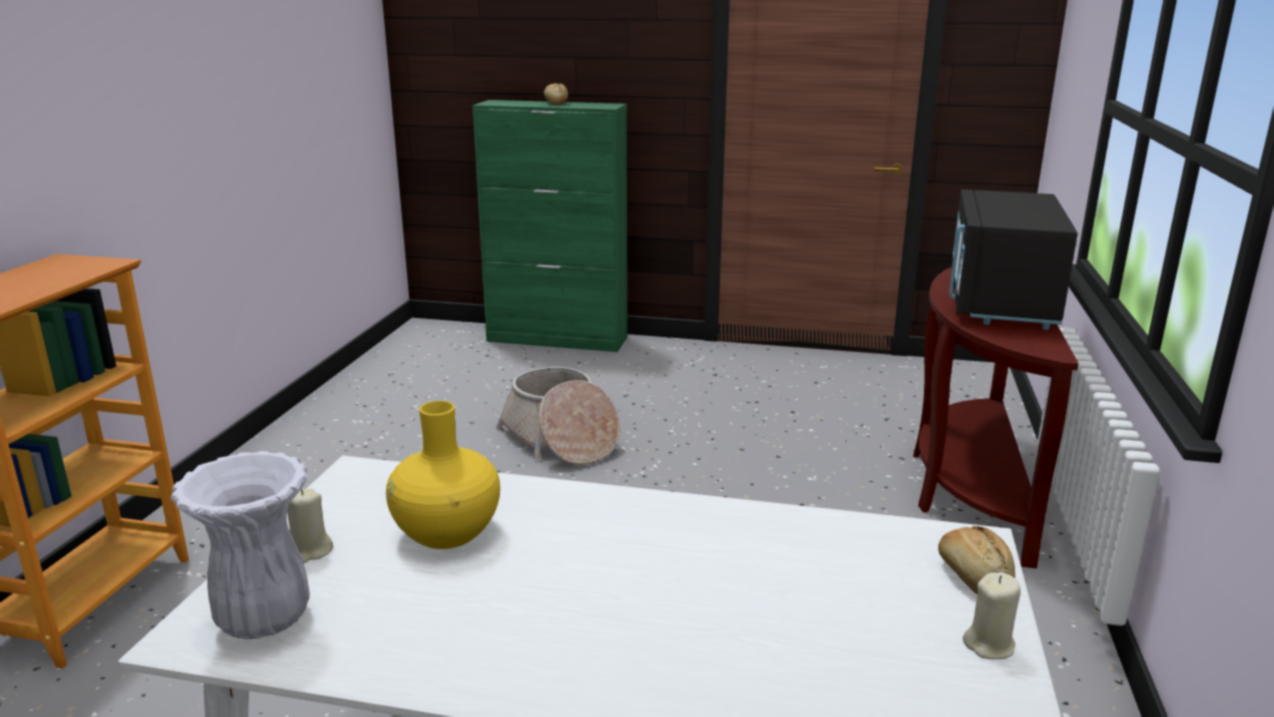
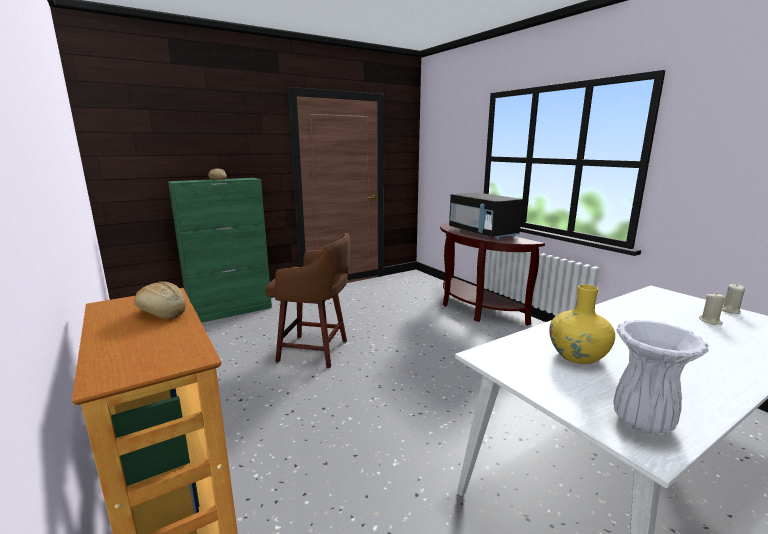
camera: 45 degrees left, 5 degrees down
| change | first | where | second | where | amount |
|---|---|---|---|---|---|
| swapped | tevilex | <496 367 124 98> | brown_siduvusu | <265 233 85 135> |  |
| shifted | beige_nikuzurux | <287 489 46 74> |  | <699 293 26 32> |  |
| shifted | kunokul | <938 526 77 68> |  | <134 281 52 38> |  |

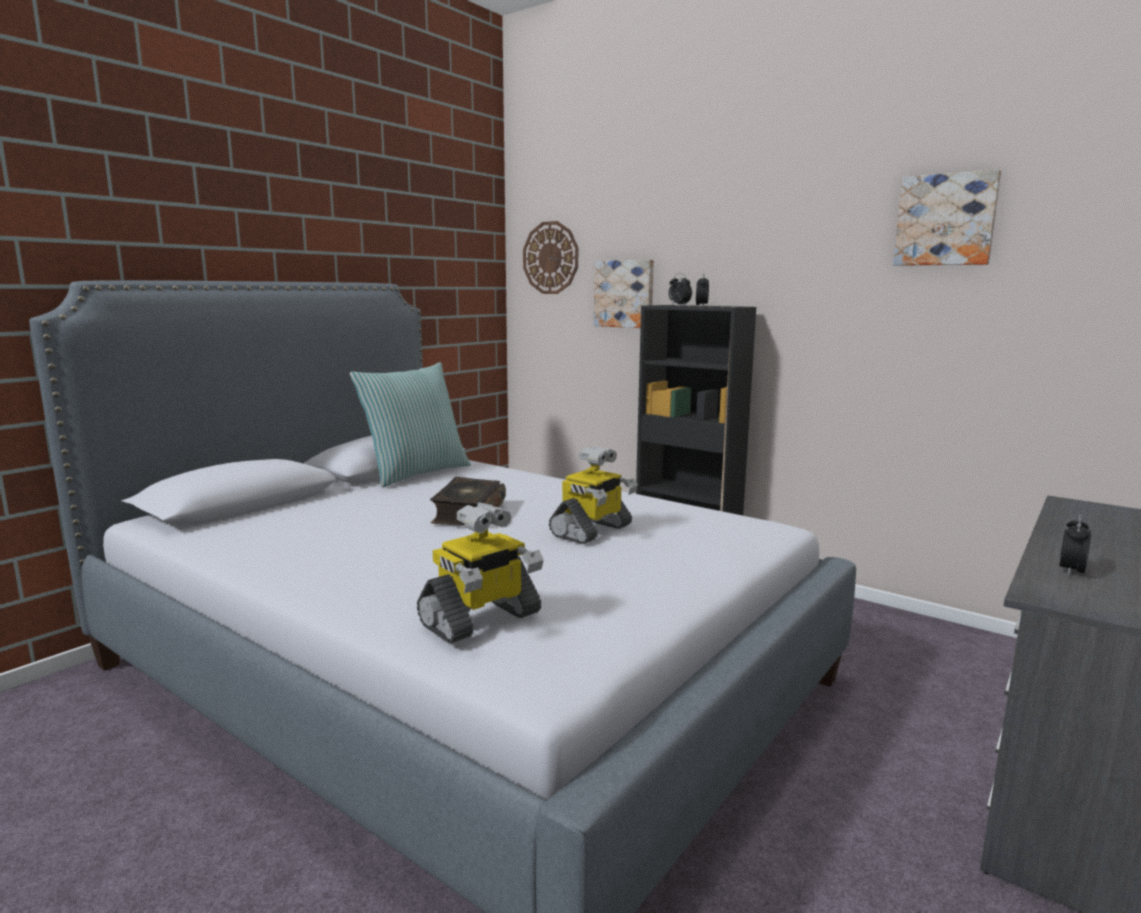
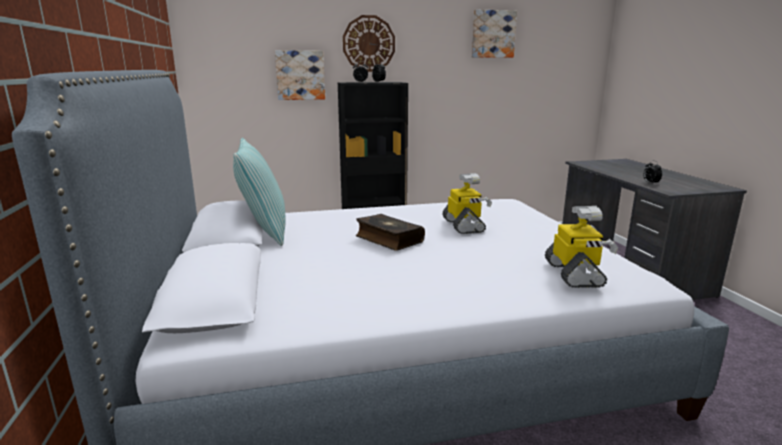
camera: 50 degrees left, 5 degrees up
| change | first | where | second | where | amount |
|---|---|---|---|---|---|
| shifted | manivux | <523 221 55 73> |  | <343 15 52 57> |  |

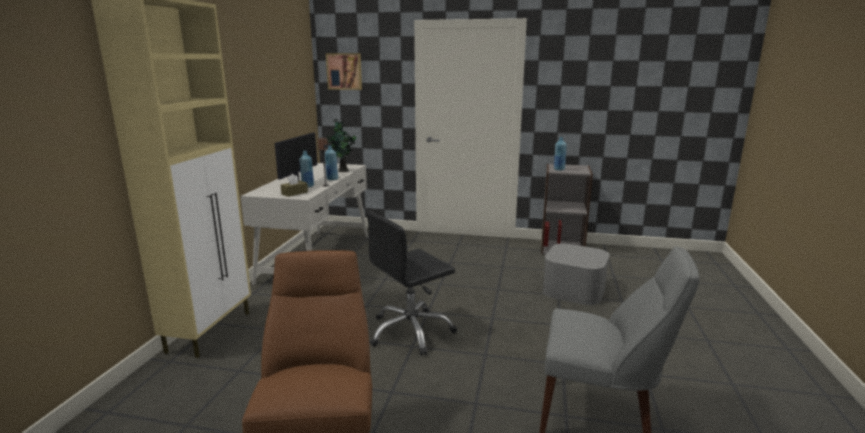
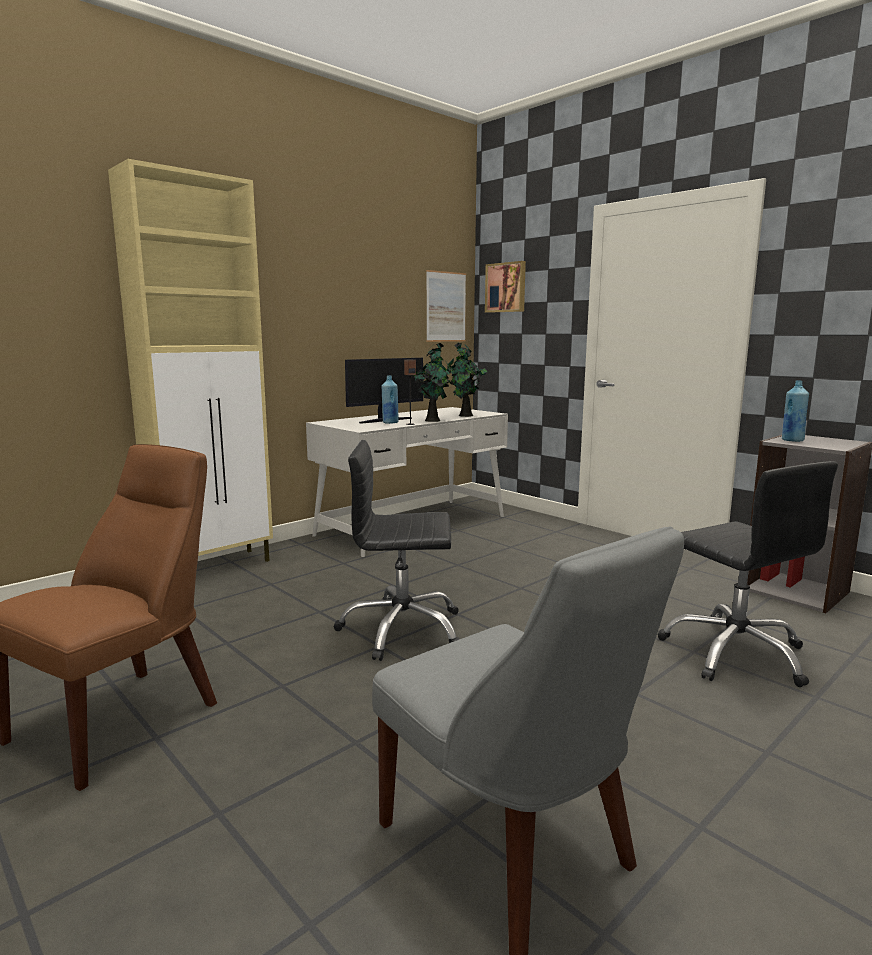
camera: 35 degrees right, 5 degrees down
| change | first | where | second | where | amount |
|---|---|---|---|---|---|
| swapped | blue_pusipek | <325 145 13 35> | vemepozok | <413 343 41 79> |  |
| gone | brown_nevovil | <281 174 27 23> |  |  |  |
| swapped | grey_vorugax | <543 243 67 62> | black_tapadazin | <658 461 180 226> |  |
| new |  |  | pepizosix | <426 270 40 72> |  |

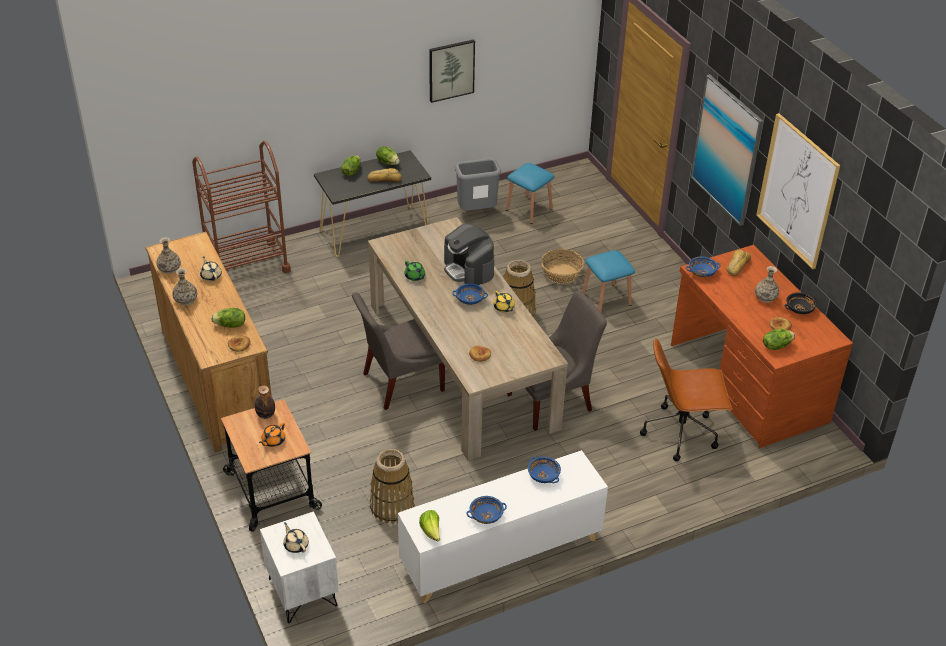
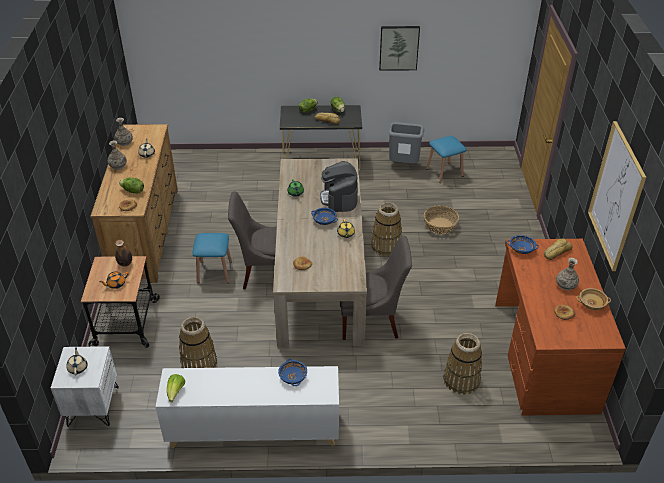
camera: 25 degrees right, 0 degrees up
| change | first | where | second | where | amount |
|---|---|---|---|---|---|
| gone | pepizosix | <691 74 72 152> |  |  |  |
| gone | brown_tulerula | <192 141 99 132> |  |  |  |
| shifted | blue_siduvusu | <582 250 53 62> |  | <192 233 40 50> |  |
| repainted | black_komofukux | <785 292 33 22> | beige_komofukux | <576 288 35 22> |  |
| gone | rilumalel | <763 329 32 21> |  |  |  |
| swapped | brown_tapadazin | <640 338 92 123> | tevilex | <443 333 39 62> |  |
| gone | blue_komofukux | <467 496 40 28> |  |  |  |

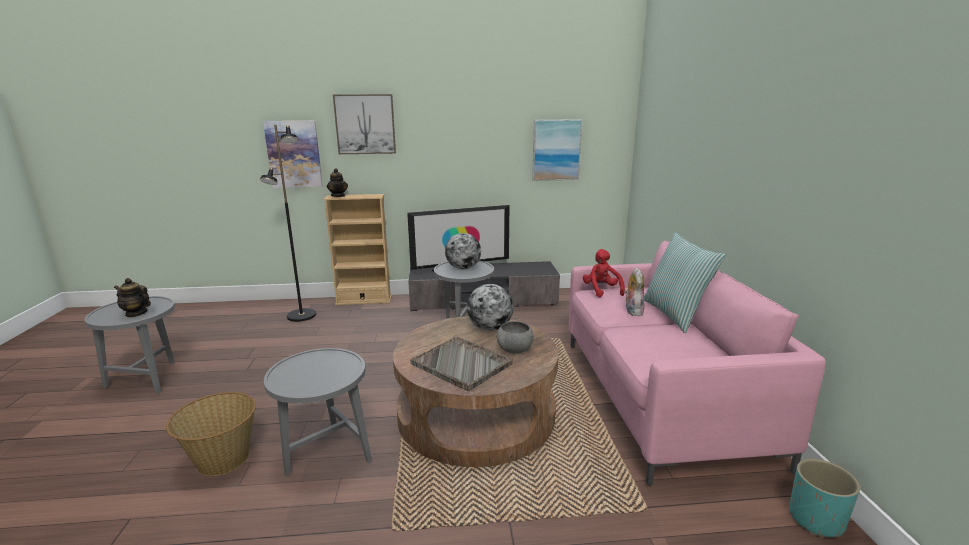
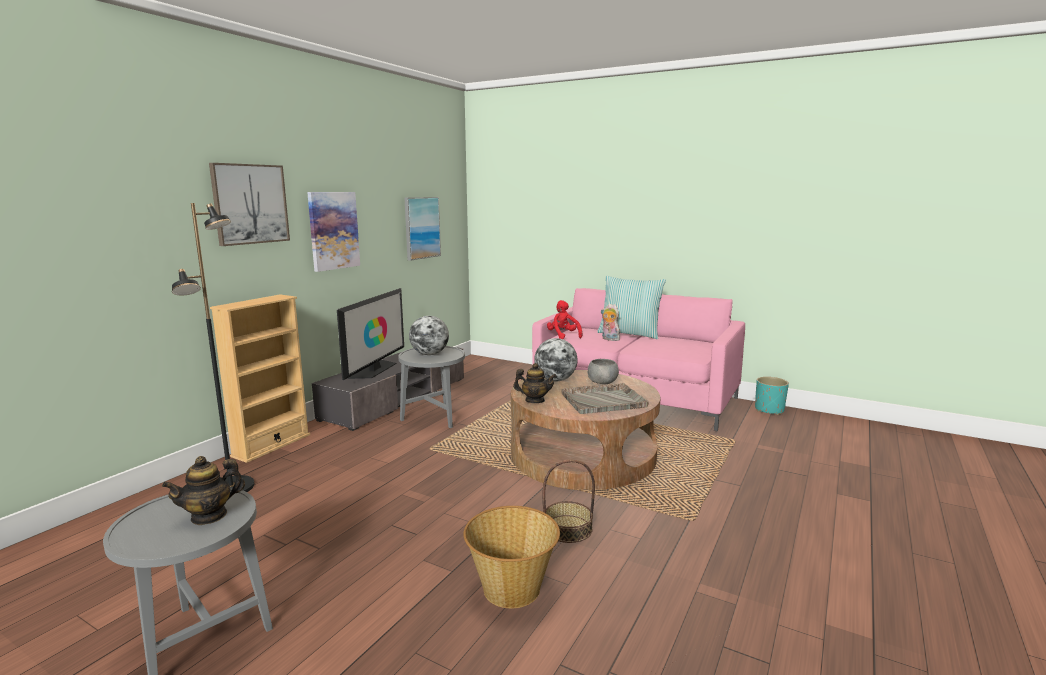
camera: 55 degrees left, 5 degrees down
| change | first | where | second | where | amount |
|---|---|---|---|---|---|
| shifted | pepizosix | <263 121 60 67> |  | <307 192 53 80> |  |
| shifted | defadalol | <327 168 21 29> |  | <513 363 44 40> |  |
| rotated | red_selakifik | <583 249 42 48> |  | <547 300 36 39> | 45 degrees clockwise |
| swapped | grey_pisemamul | <264 348 108 128> | tevilex | <542 460 53 83> |  |

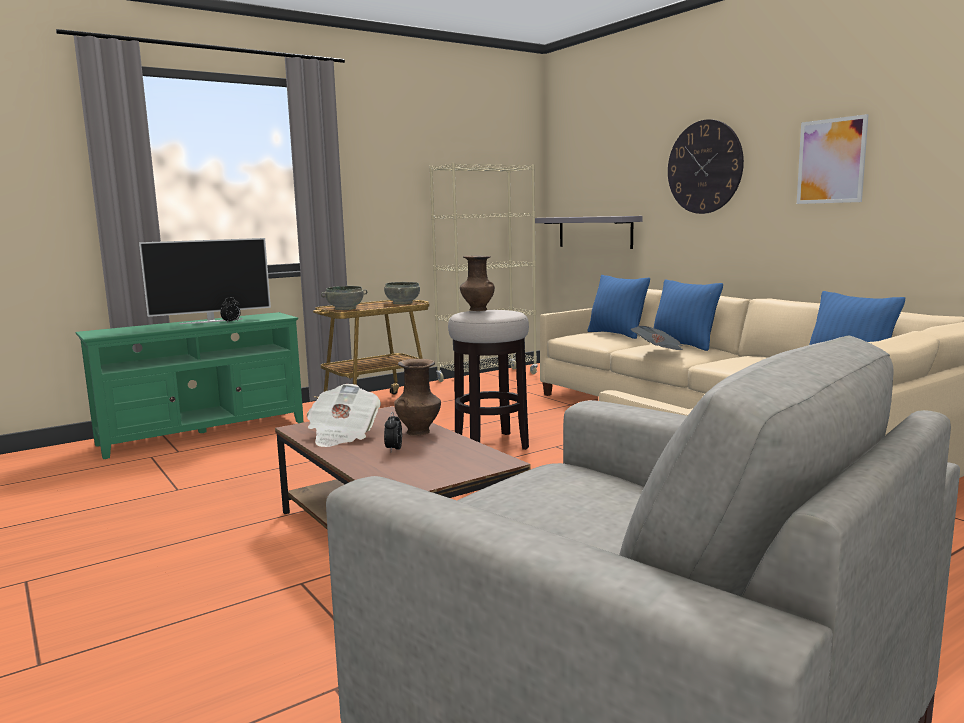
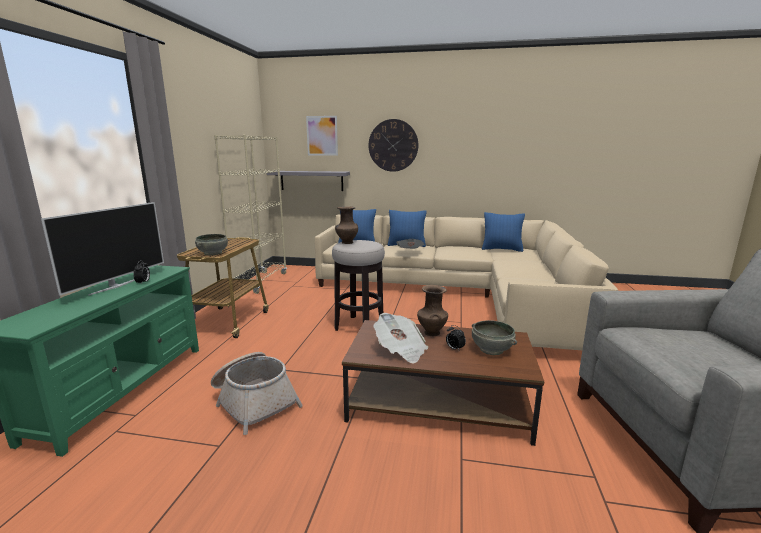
camera: 45 degrees left, 5 degrees up
| change | first | where | second | where | amount |
|---|---|---|---|---|---|
| shifted | pepizosix | <797 114 72 90> |  | <306 116 32 39> |  |
| shifted | grey_komofukux | <384 282 36 23> |  | <472 320 45 35> |  |
| new |  |  | tevilex | <211 352 92 83> |  |

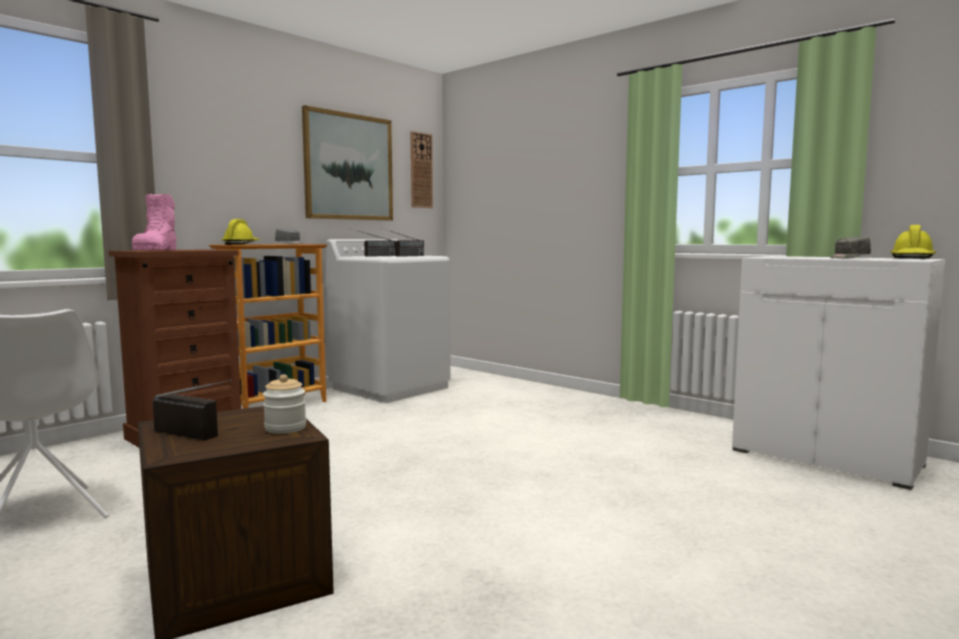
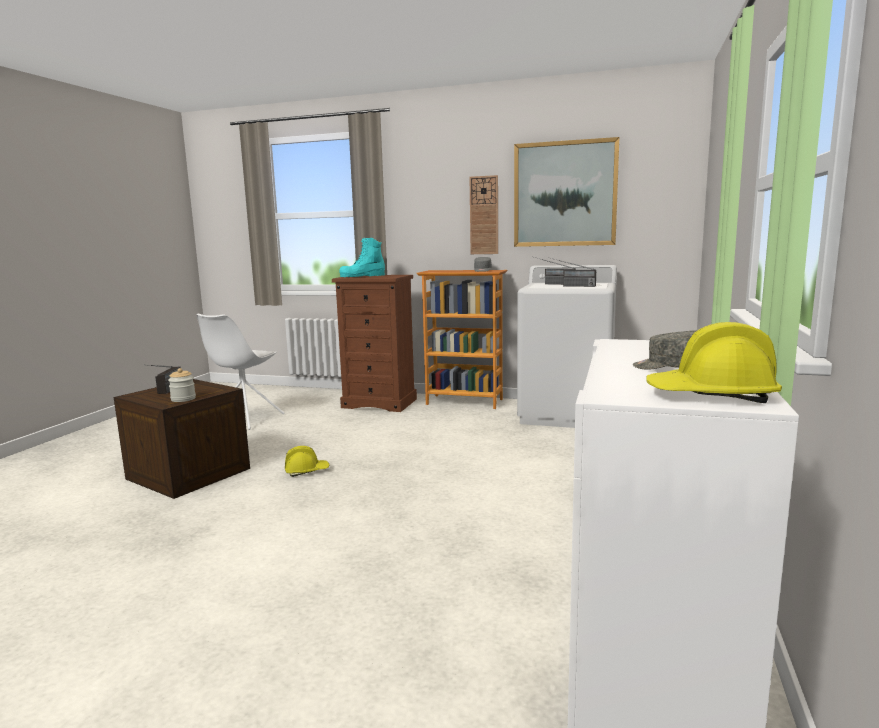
camera: 65 degrees right, 5 degrees up
| change | first | where | second | where | amount |
|---|---|---|---|---|---|
| shifted | manivux | <411 131 22 77> |  | <470 175 28 79> |  |
| repainted | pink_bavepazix | <132 194 45 56> | turquoise_bavepazix | <339 238 46 39> |  |
| shifted | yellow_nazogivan | <221 219 39 26> |  | <285 446 45 31> |  |

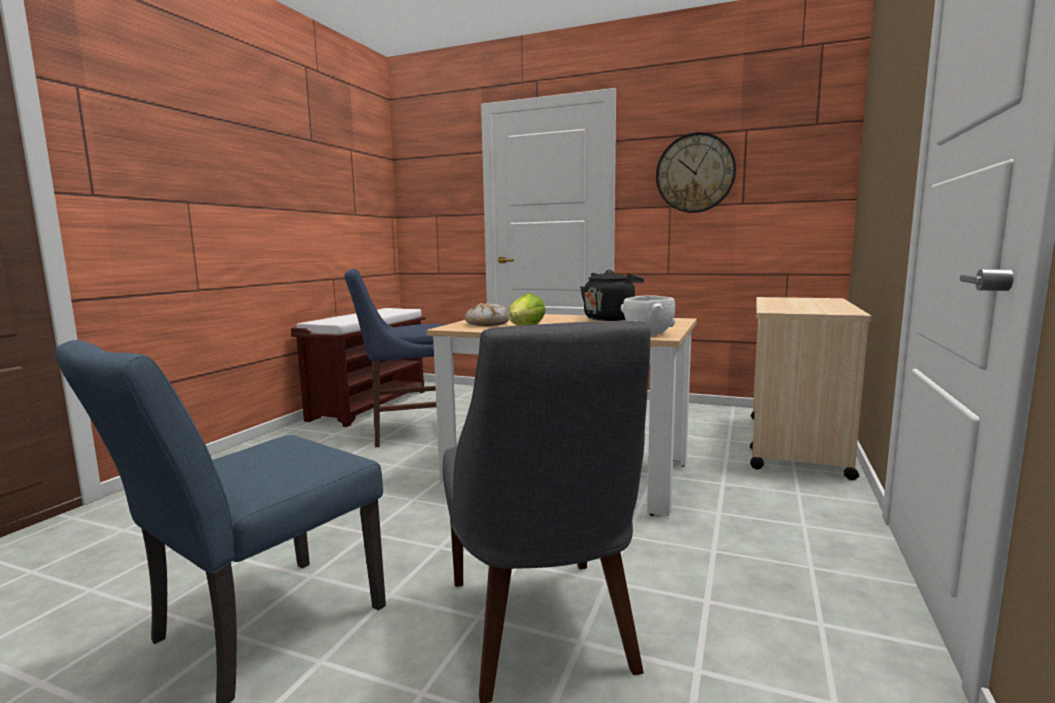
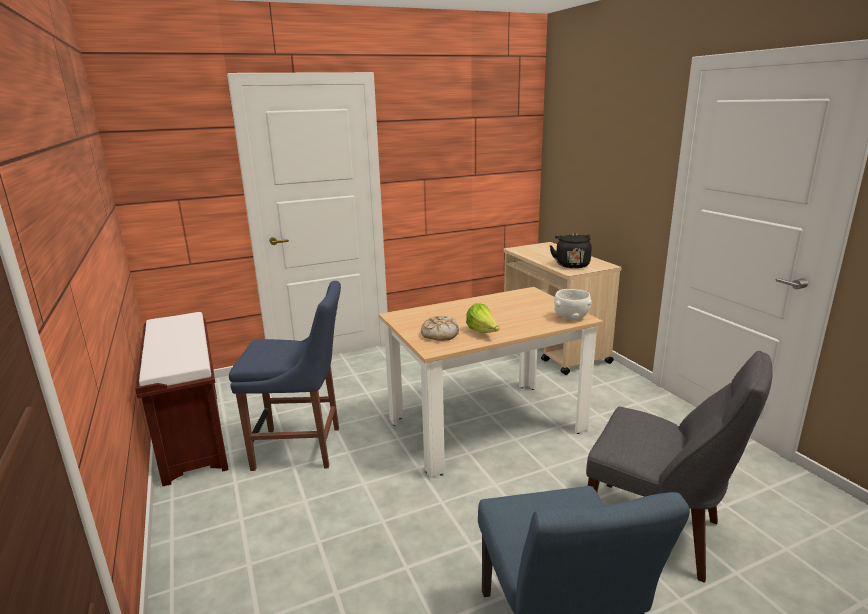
camera: 45 degrees left, 10 degrees up
| change | first | where | second | where | amount |
|---|---|---|---|---|---|
| gone | manivux | <656 132 80 81> |  |  |  |
| rotated | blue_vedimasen | <344 269 110 178> |  | <229 281 112 190> | 120 degrees counterclockwise |
| shifted | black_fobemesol | <580 270 64 51> |  | <550 233 42 36> |  |

